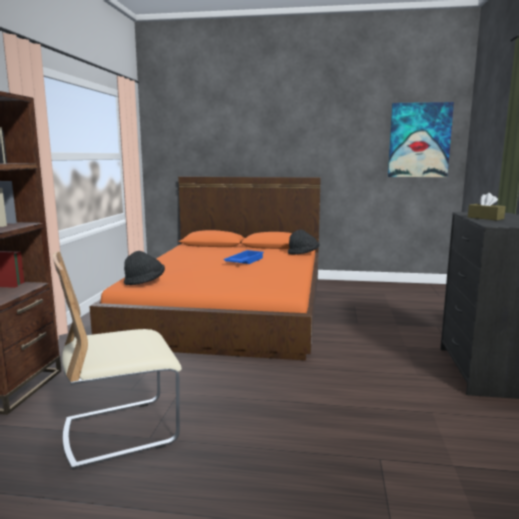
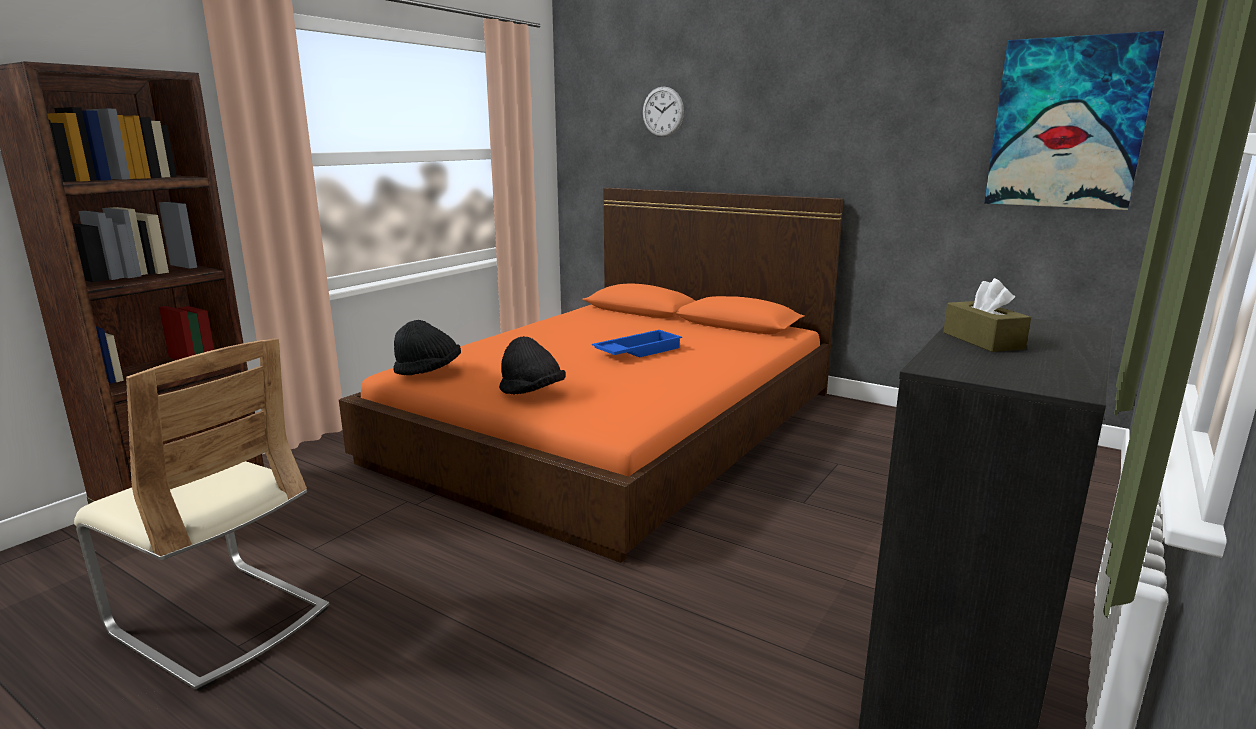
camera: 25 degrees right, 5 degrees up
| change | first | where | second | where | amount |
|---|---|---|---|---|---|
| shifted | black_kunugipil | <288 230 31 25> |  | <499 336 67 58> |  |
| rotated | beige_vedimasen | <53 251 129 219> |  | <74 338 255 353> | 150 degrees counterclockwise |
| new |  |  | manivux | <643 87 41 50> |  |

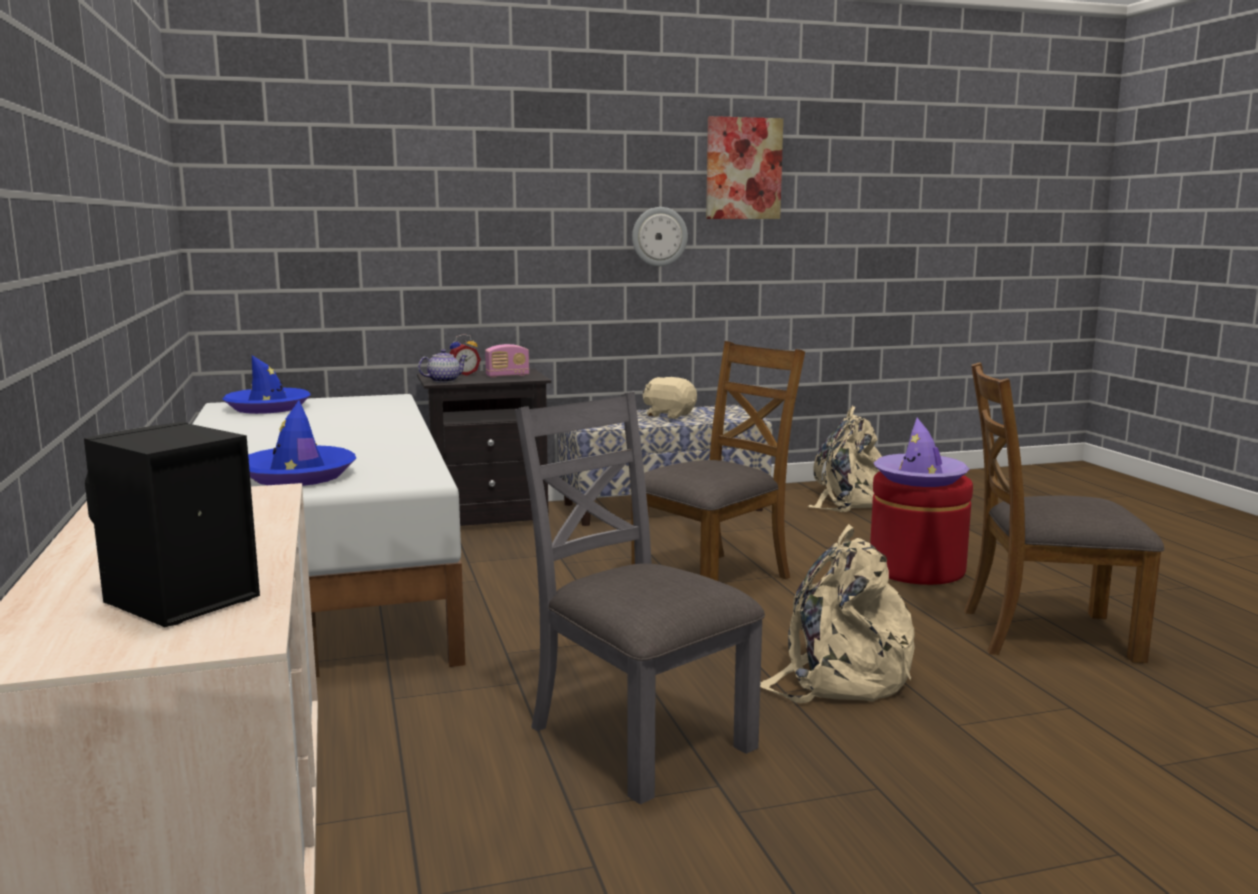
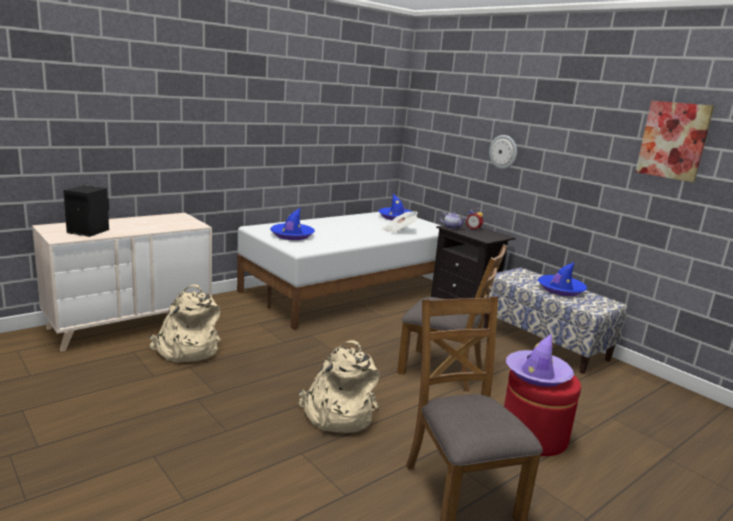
camera: 65 degrees right, 5 degrees up
| change | first | where | second | where | amount |
|---|---|---|---|---|---|
| shifted | manivux | <632 207 56 59> |  | <489 135 28 34> |  |
| gone | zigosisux | <485 344 44 34> |  |  |  |
| swapped | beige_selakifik | <642 377 55 42> | blue_kunugipil | <538 262 49 34> |  |
| gone | grey_vedimasen | <515 392 250 412> |  |  |  |
| shifted | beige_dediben | <808 406 75 106> |  | <149 284 72 79> |  |
| new |  |  | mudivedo | <382 211 36 21> |  |

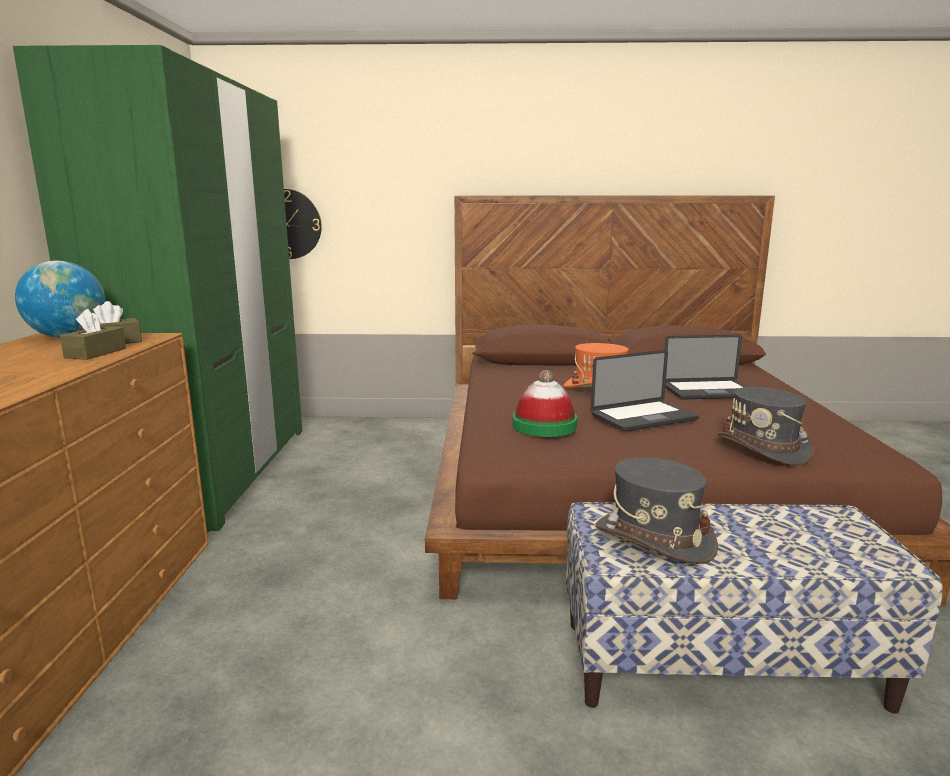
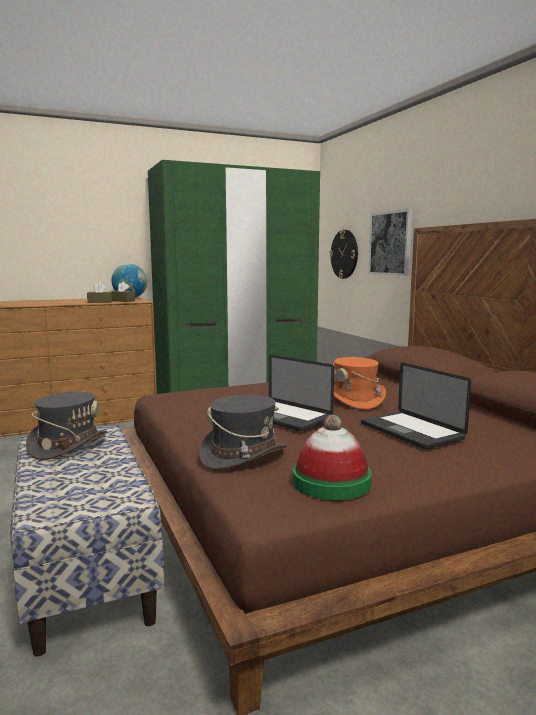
camera: 65 degrees right, 5 degrees down
| change | first | where | second | where | amount |
|---|---|---|---|---|---|
| shifted | kunugipil | <512 370 66 67> |  | <292 415 80 85> |  |
| new |  |  | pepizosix | <368 209 45 67> |  |

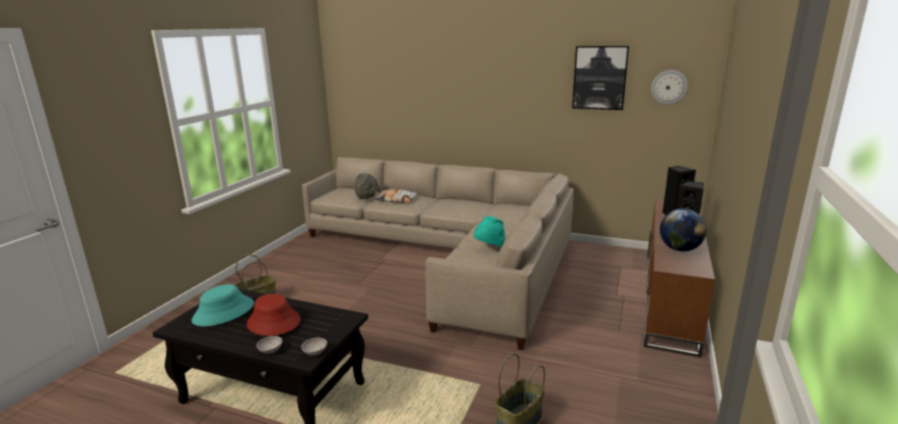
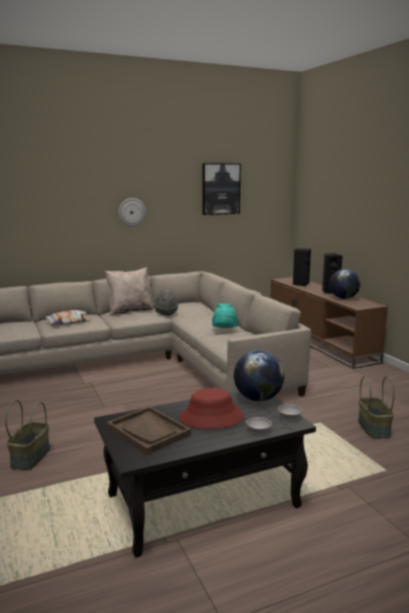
camera: 45 degrees left, 5 degrees down
| change | first | where | second | where | amount |
|---|---|---|---|---|---|
| shifted | manivux | <651 70 37 35> |  | <118 198 28 29> |  |
| shifted | grey_kunugipil | <355 173 23 26> |  | <154 289 24 27> |  |
| swapped | turquoise_kunugipil | <191 284 63 42> | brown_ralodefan | <107 406 84 49> |  |
| new |  |  | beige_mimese | <105 268 48 47> |  |
| new |  |  | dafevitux | <234 350 51 51> |  |

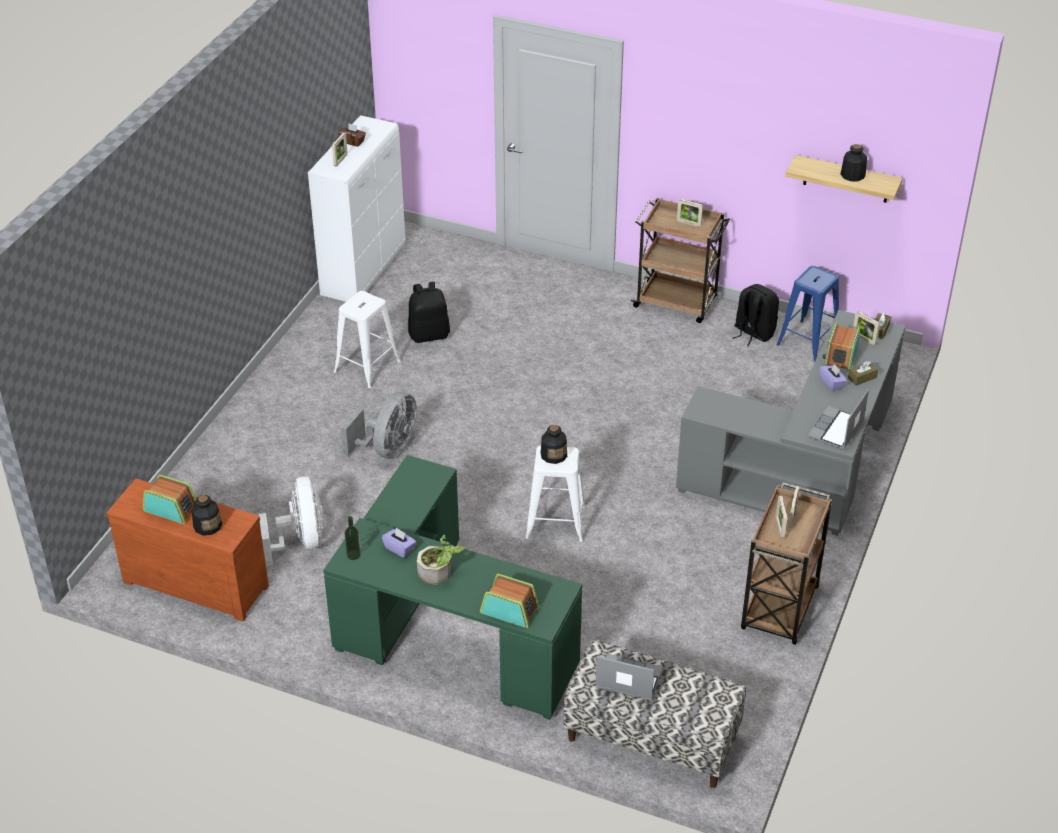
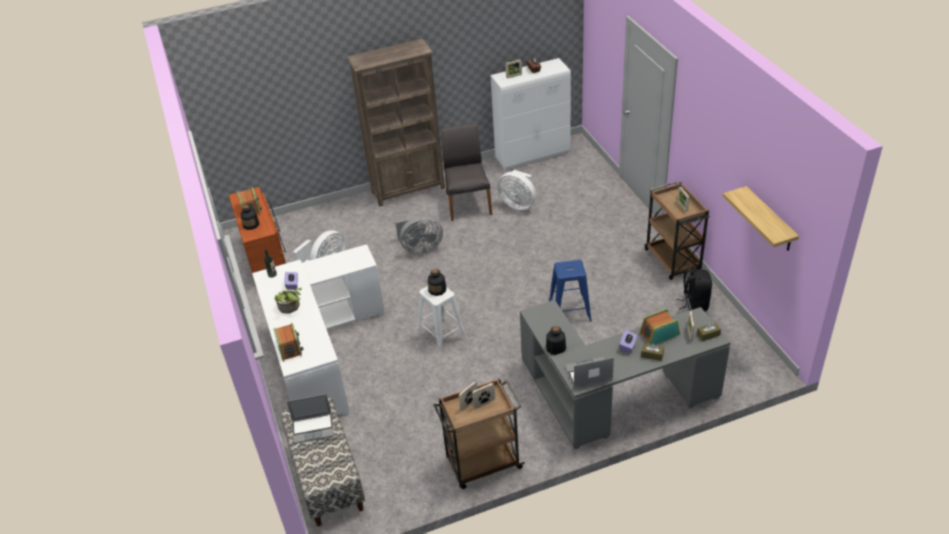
camera: 50 degrees right, 0 degrees up
| change | first | where | second | where | amount |
|---|---|---|---|---|---|
| shifted | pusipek | <840 144 27 37> |  | <546 326 20 29> |  |
| shifted | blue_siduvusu | <776 266 63 96> |  | <549 259 43 63> |  |
| swapped | black_dediben | <408 282 42 61> | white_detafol | <497 170 39 40> |  |
| swapped | white_siduvusu | <334 291 66 97> | grey_vedimasen | <441 124 51 97> |  |
| repainted | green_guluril | <323 455 259 265> | white_guluril | <252 244 133 171> |  |
| rotated | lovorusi | <595 654 68 47> |  | <287 394 47 50> | 105 degrees clockwise |
| new |  |  | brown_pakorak | <347 39 98 168> |  |

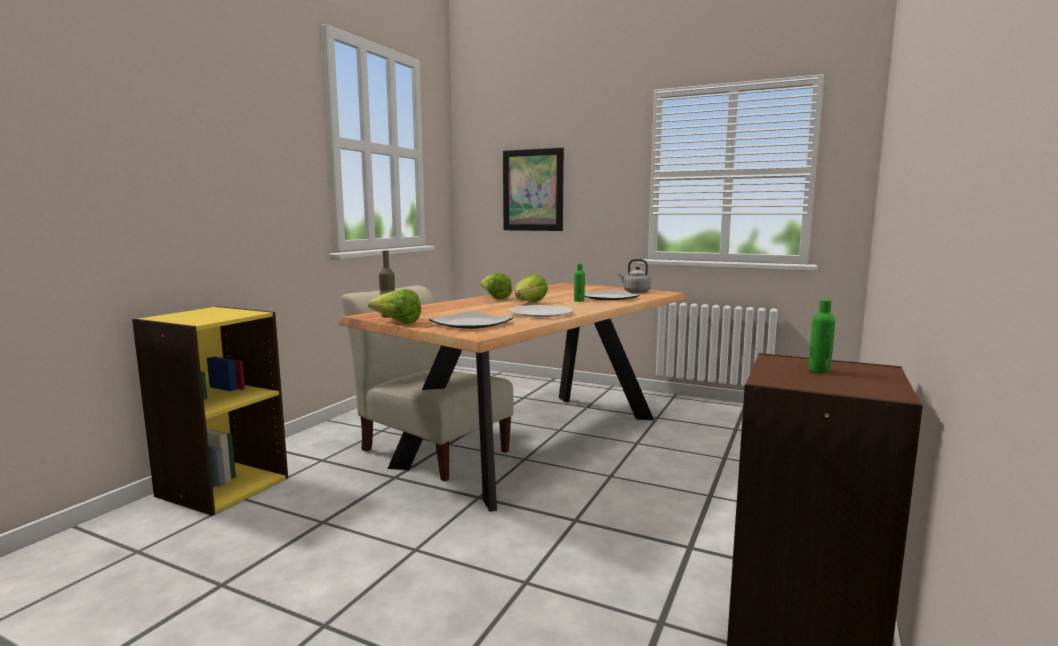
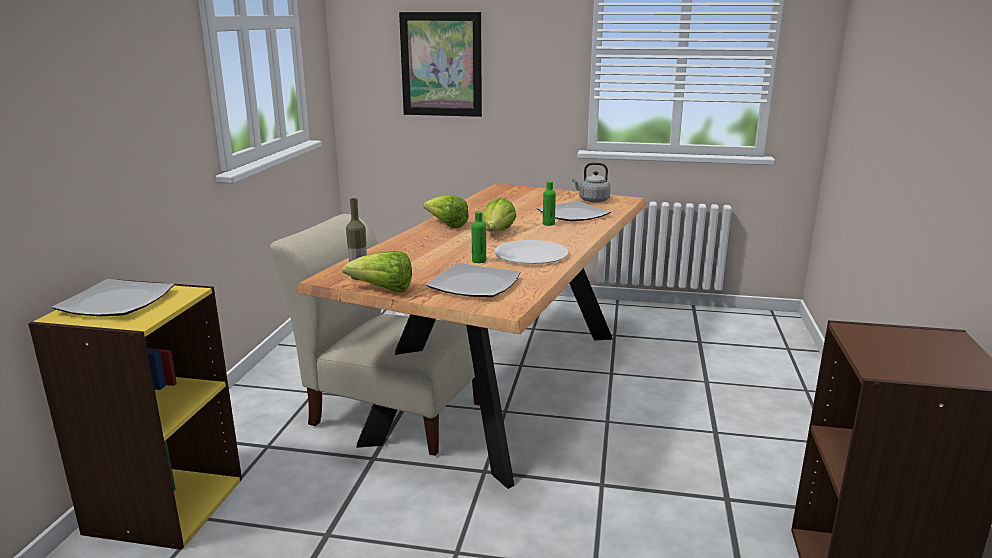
camera: 15 degrees left, 10 degrees up
| change | first | where | second | where | amount |
|---|---|---|---|---|---|
| shifted | green_pusipek | <808 299 27 74> |  | <472 211 14 52> |  |
| new |  |  | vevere | <52 279 122 37> |  |

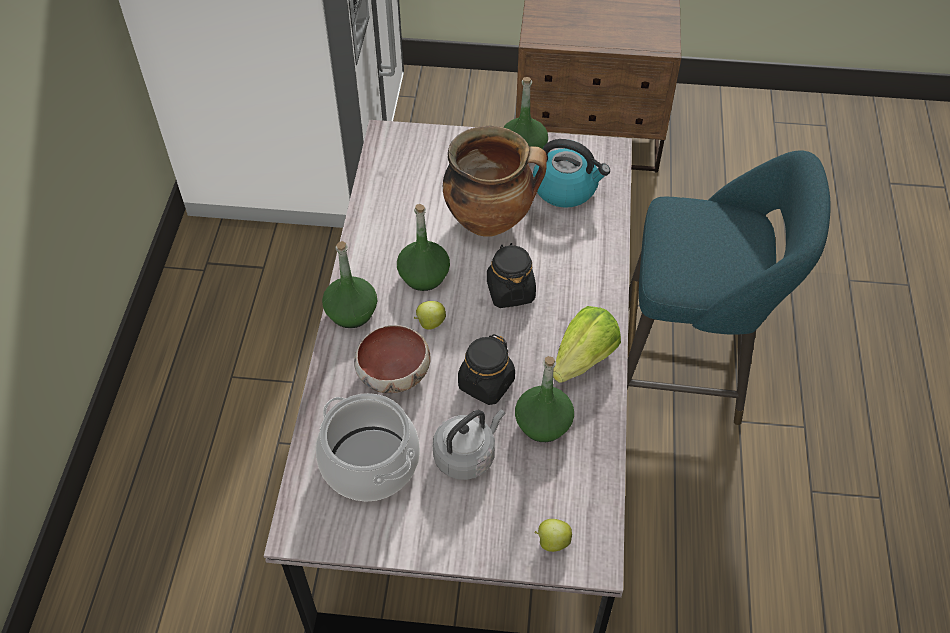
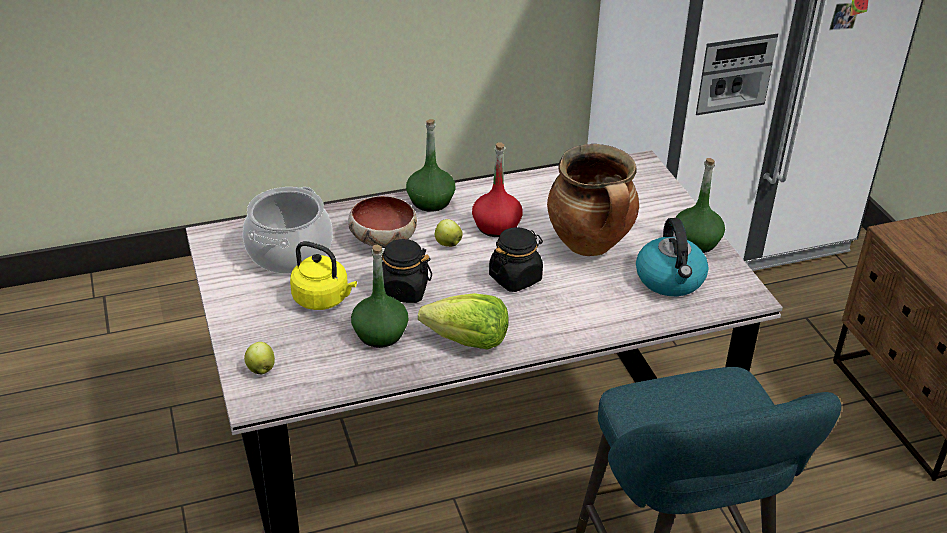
camera: 65 degrees right, 15 degrees down
| change | first | where | second | where | amount |
|---|---|---|---|---|---|
| repainted | green_pusipek | <397 204 53 87> | red_pusipek | <472 142 51 95> |  |
| repainted | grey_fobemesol | <433 410 72 70> | yellow_fobemesol | <290 241 67 69> |  |

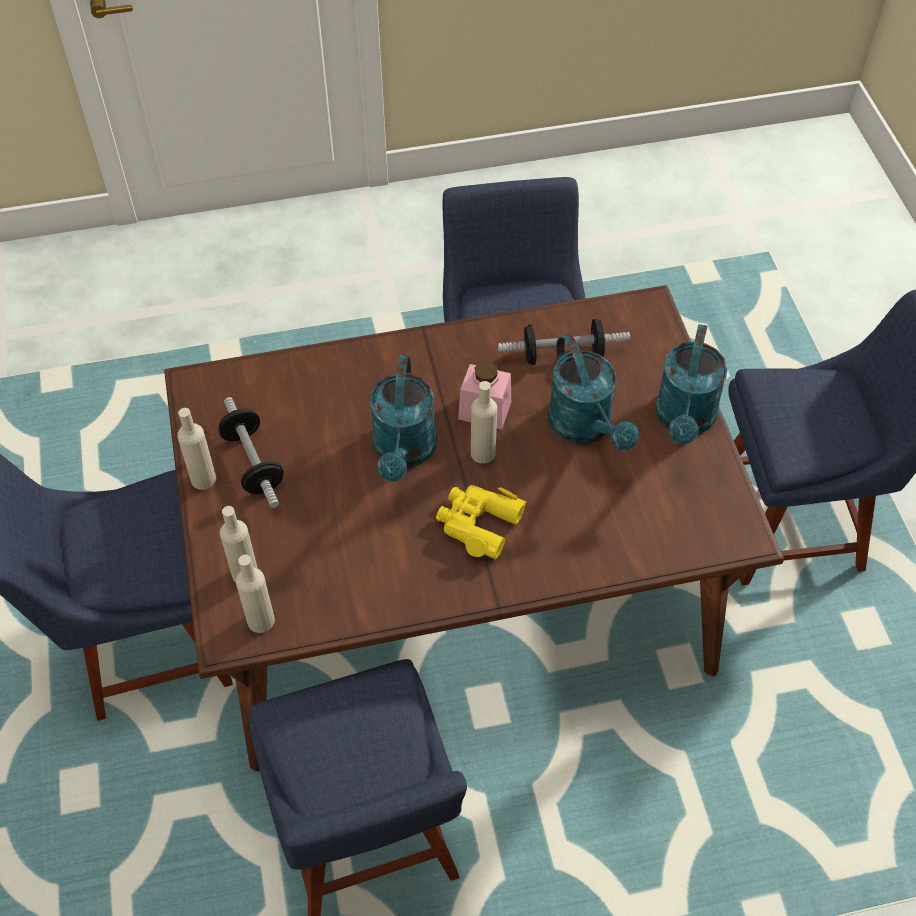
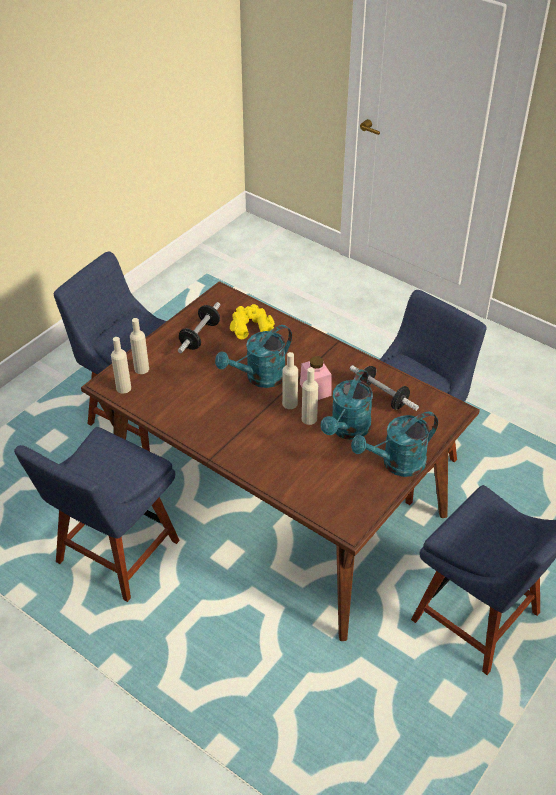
camera: 50 degrees right, 10 degrees down
| change | first | where | second | where | amount |
|---|---|---|---|---|---|
| shifted | beige_pusipek | <177 408 39 82> |  | <302 368 16 57> |  |
| shifted | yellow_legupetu | <436 485 91 74> |  | <230 304 45 35> |  |

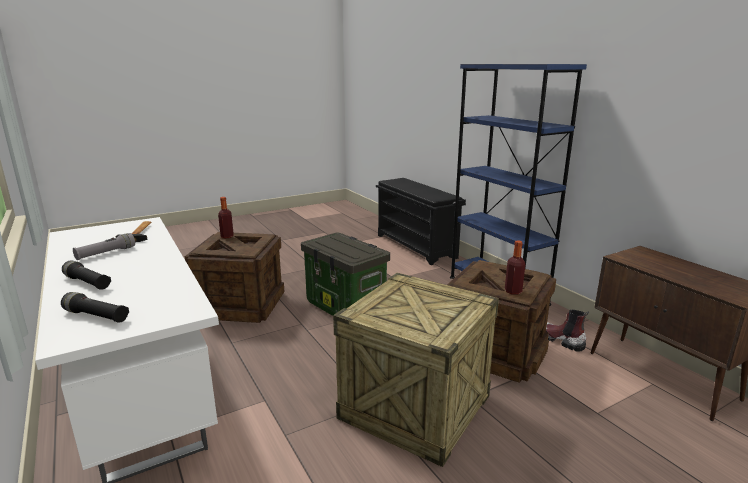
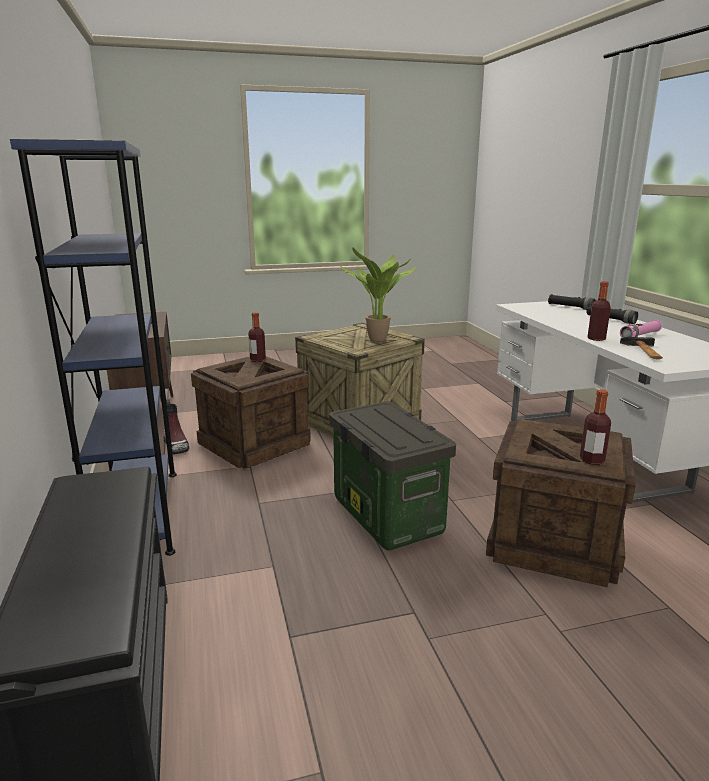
camera: 165 degrees left, 0 degrees up
| change | first | where | second | where | amount |
|---|---|---|---|---|---|
| repainted | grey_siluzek | <73 233 62 27> | pink_siluzek | <620 320 42 18> |  |
| new |  |  | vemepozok | <340 248 76 94> |  |
| new |  |  | pusipek | <588 281 23 60> |  |

